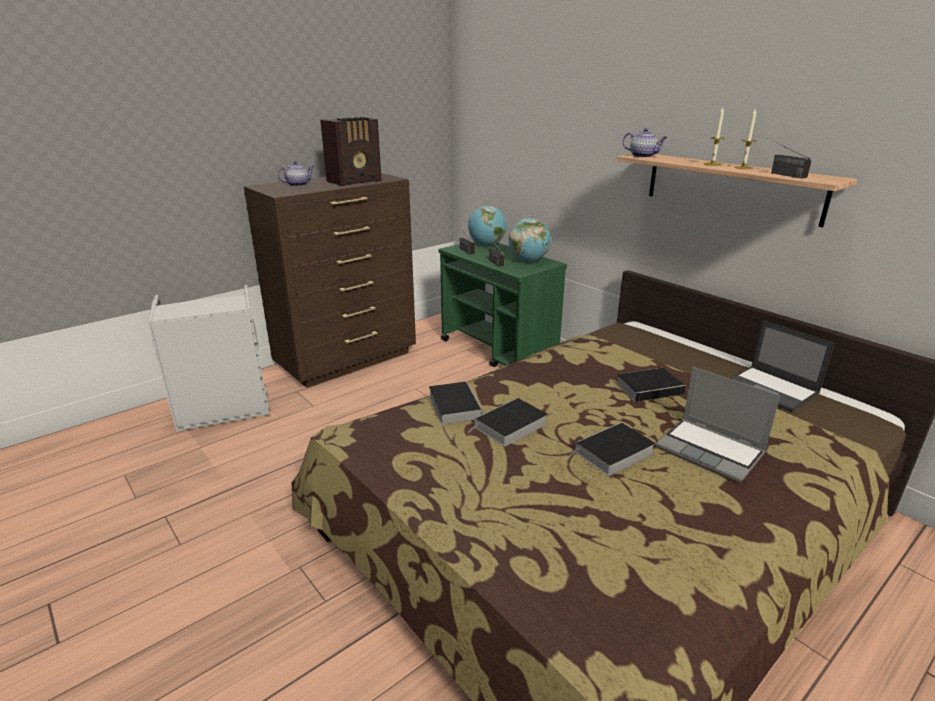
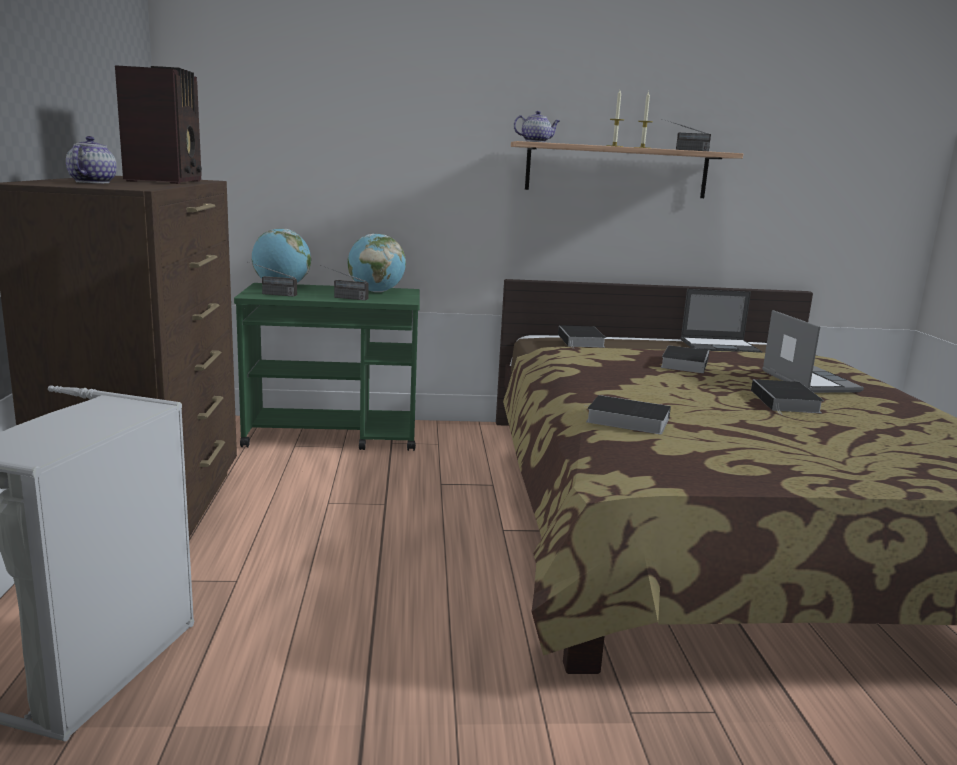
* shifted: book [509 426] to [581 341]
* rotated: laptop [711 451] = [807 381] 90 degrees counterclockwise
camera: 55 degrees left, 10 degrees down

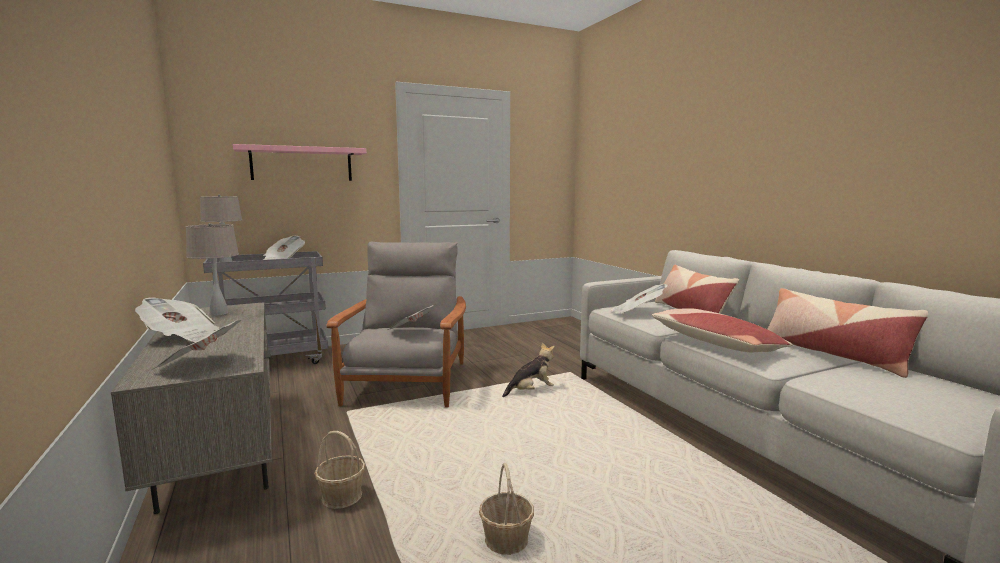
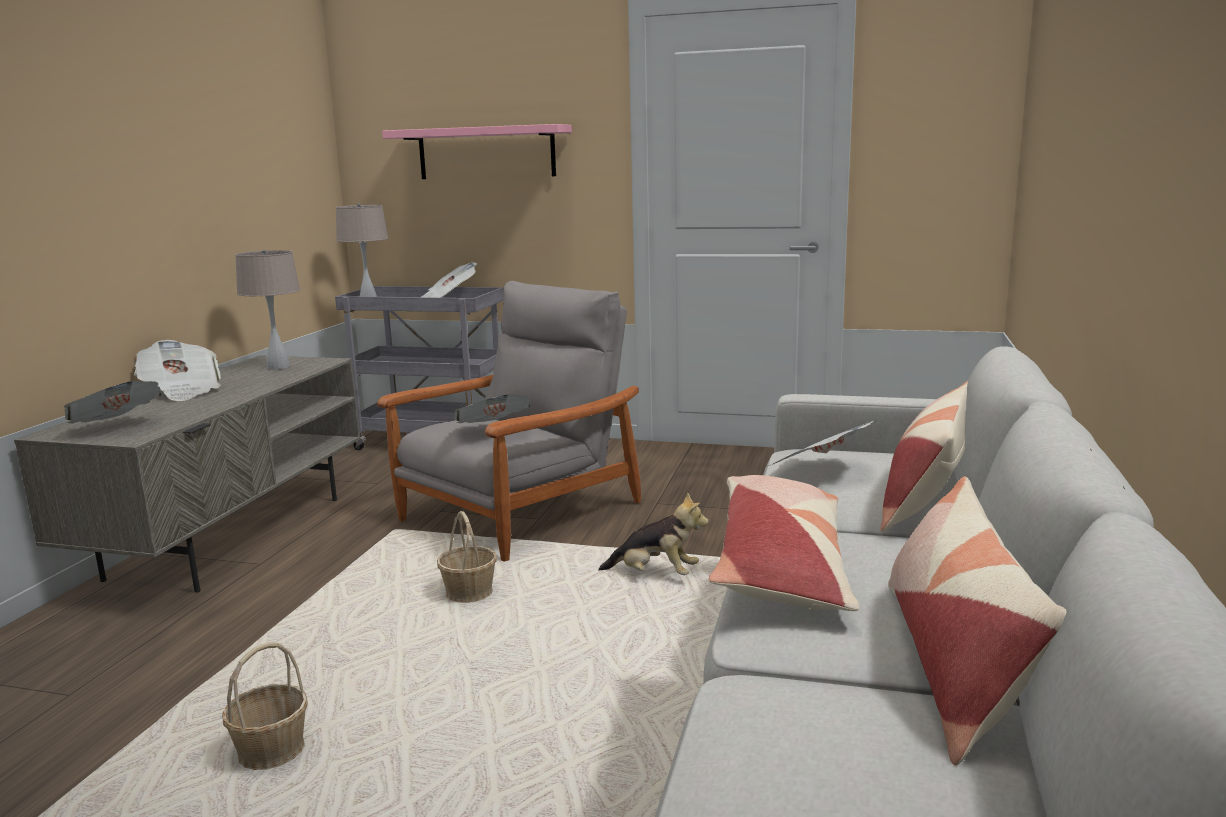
* shifted: basket [342 496] to [469 593]
camera: 40 degrees right, 5 degrees up

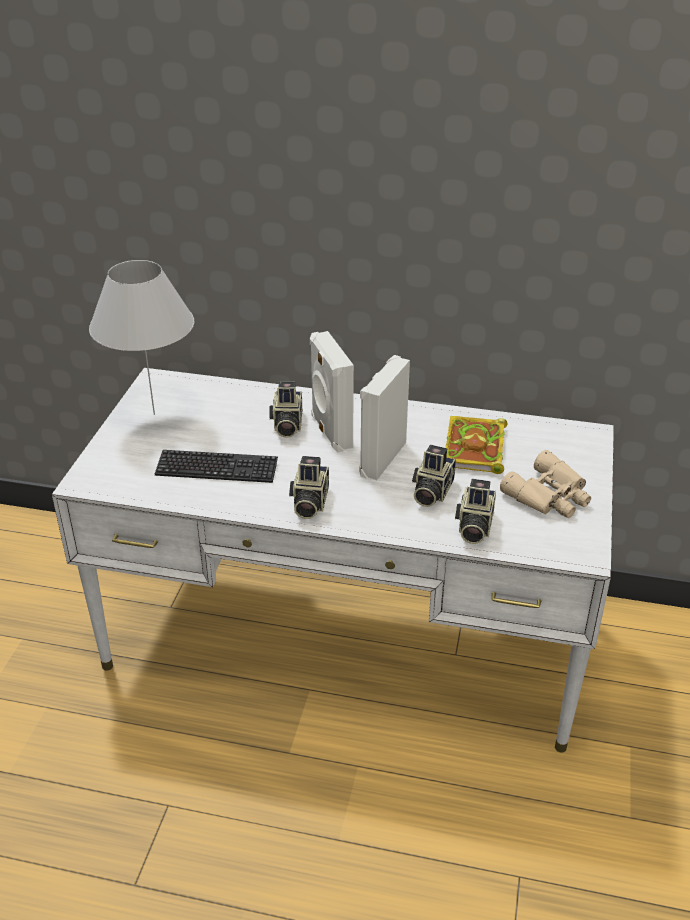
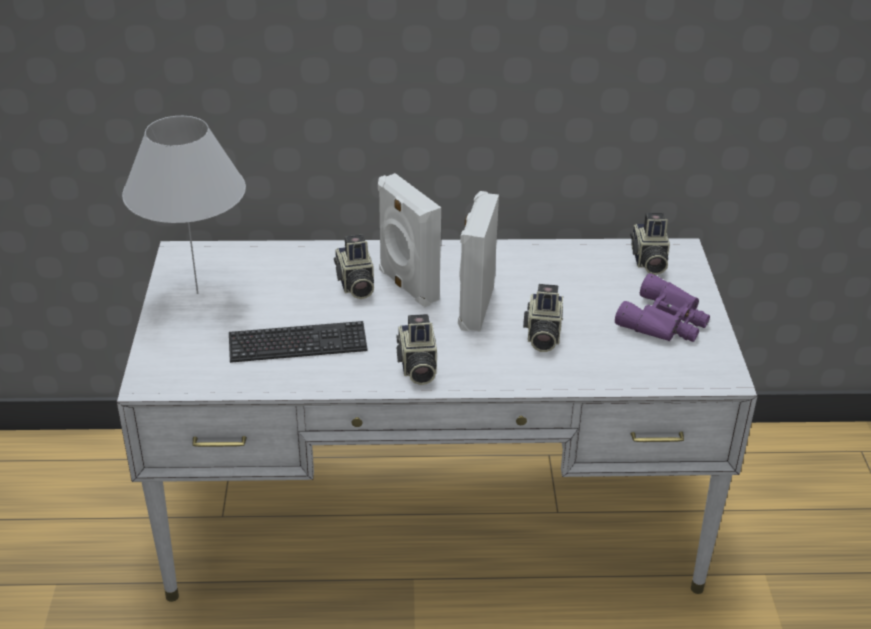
* gone: book [475 450]
* shifted: photo camera [473 527] to [648 261]
* repainted: beige binoculars [550 496] to purple binoculars [665 321]
camera: 15 degrees left, 0 degrees up

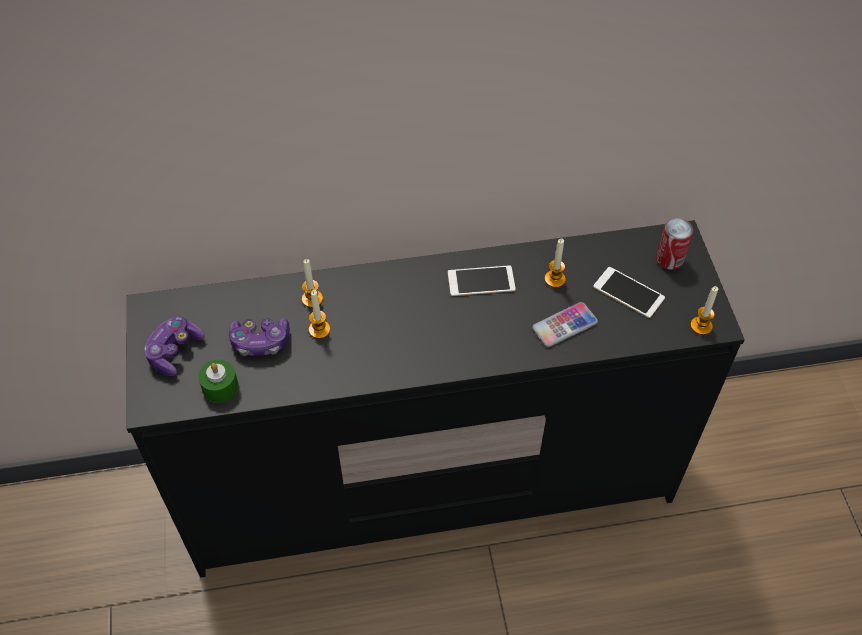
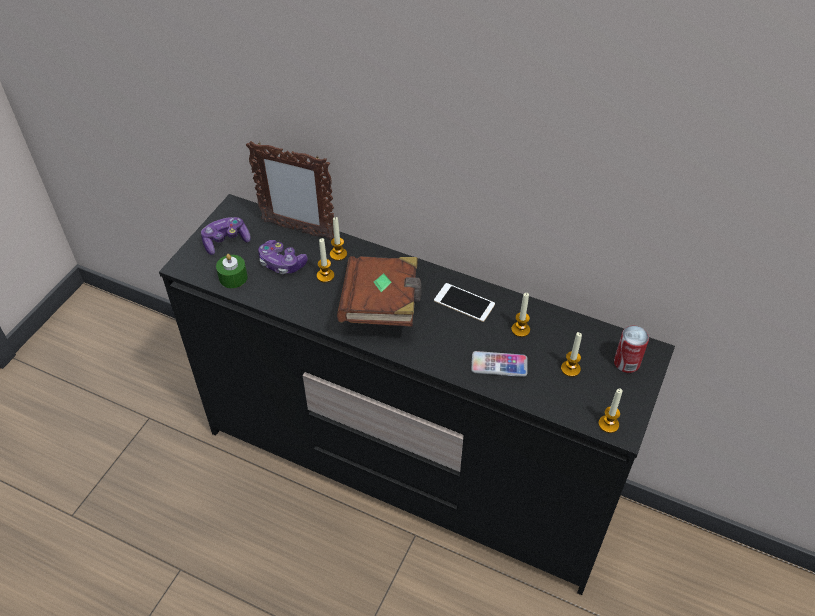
* new: picture frame [298 230]
* new: brown book [382 305]
* swapped: phone [628 292] to candle [570 369]
camera: 35 degrees right, 5 degrees down

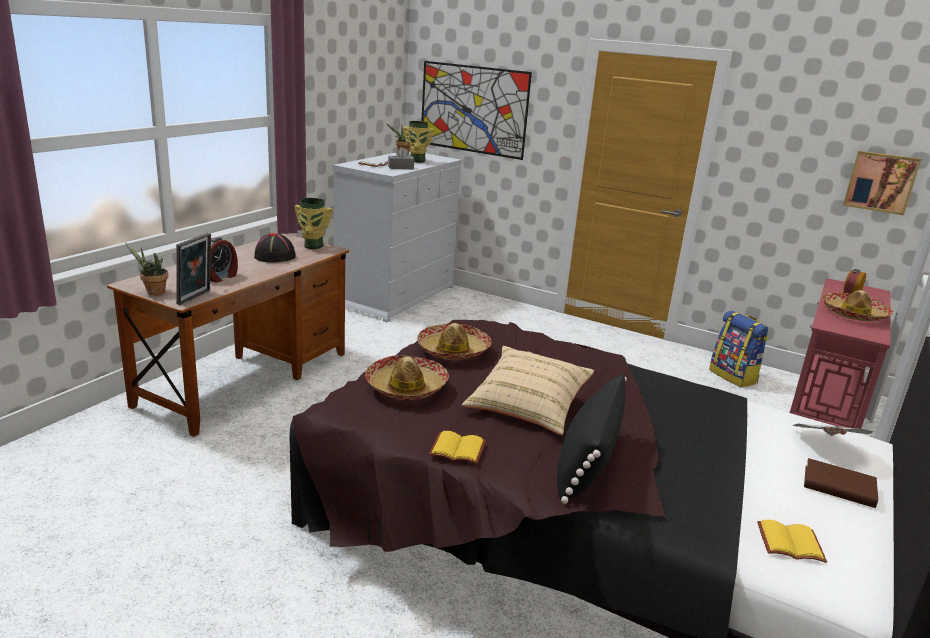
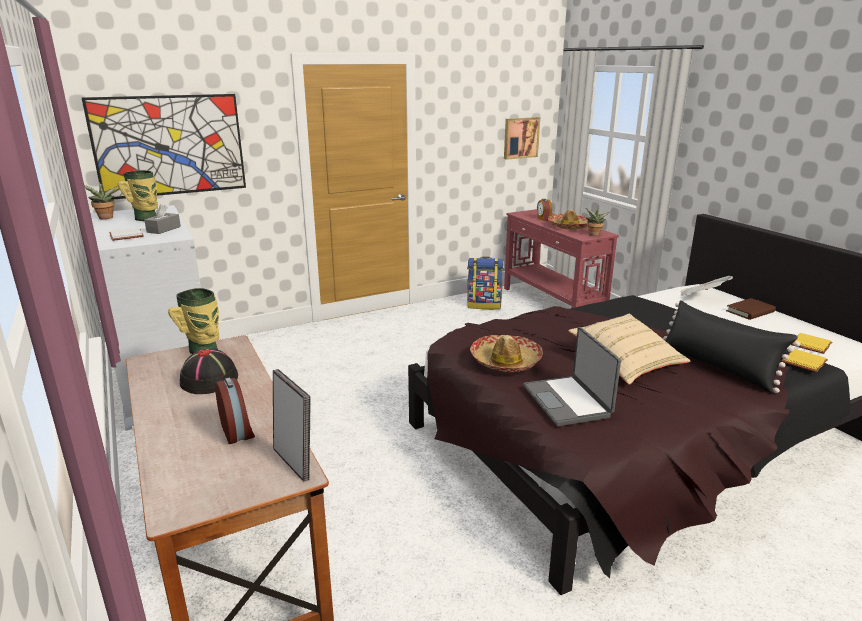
* shifted: potted plant [153 292] to [593 235]
* shifted: yellow book [458 448] to [803 361]
* swapped: hat [406 387] to laptop [568 401]
camera: 55 degrees left, 0 degrees up

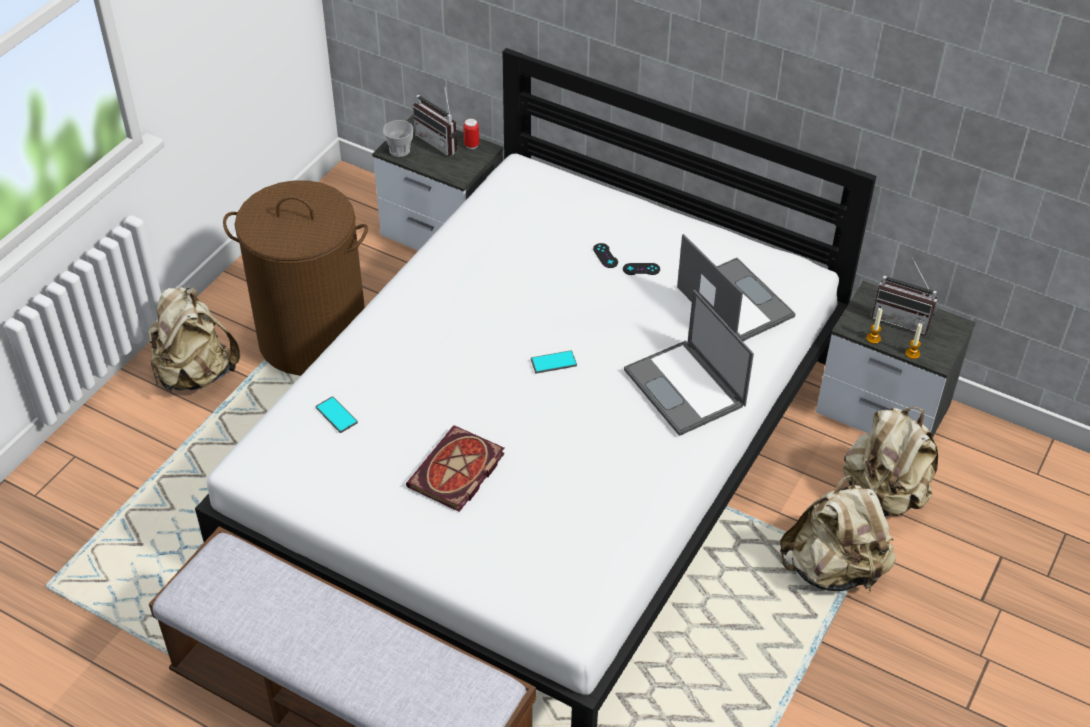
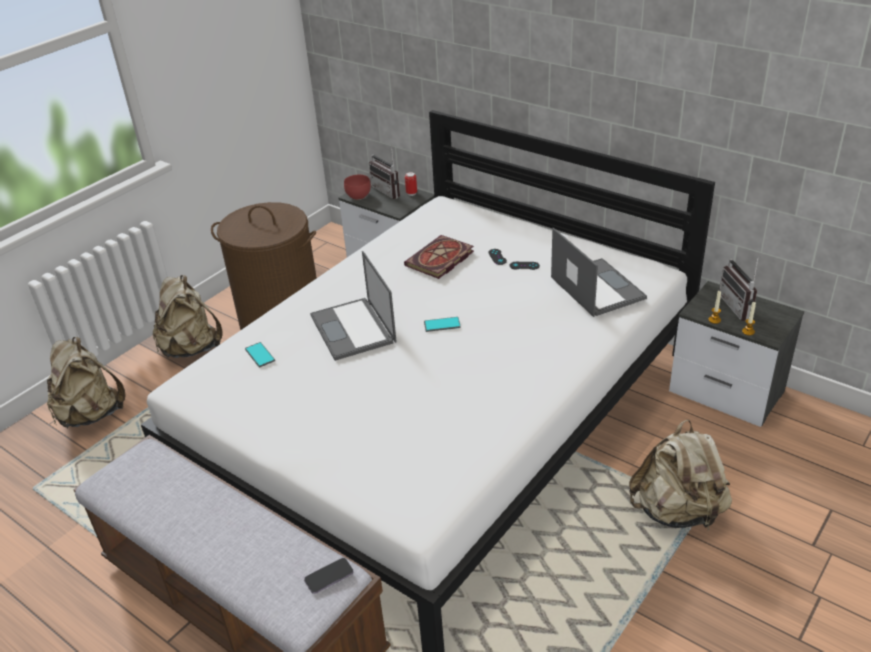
* new: phone [329 577]
* shifted: book [456 473] to [439 260]
* shifted: laptop [685 388] to [353 329]
* shifted: beige backpack [884 495] to [91 414]
* swapped: cup [399 150] to red bowl [358 196]
* rotated: radio [902 319] = [740 307] 45 degrees clockwise
camera: 10 degrees right, 10 degrees down

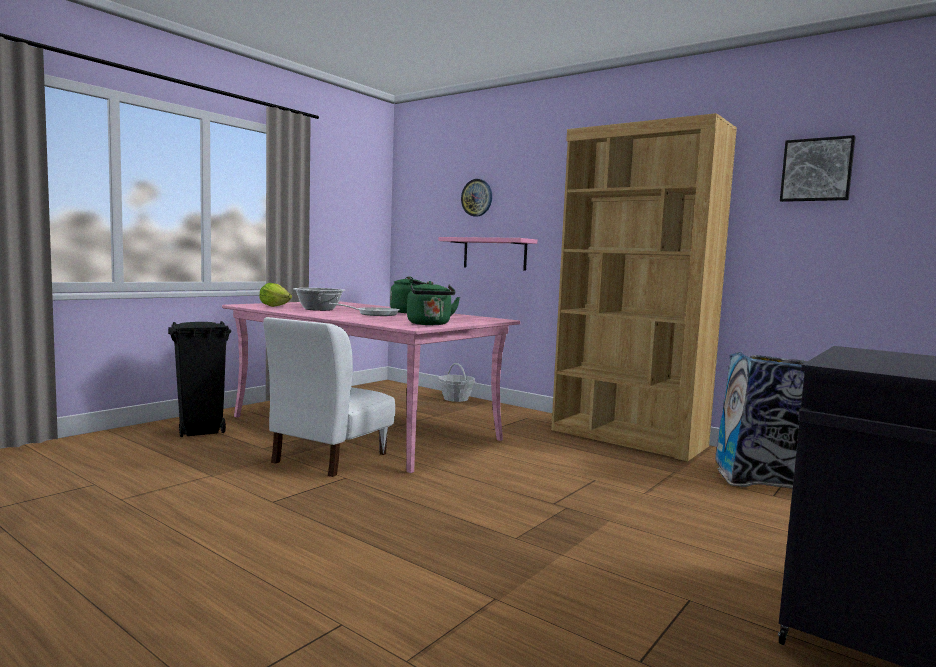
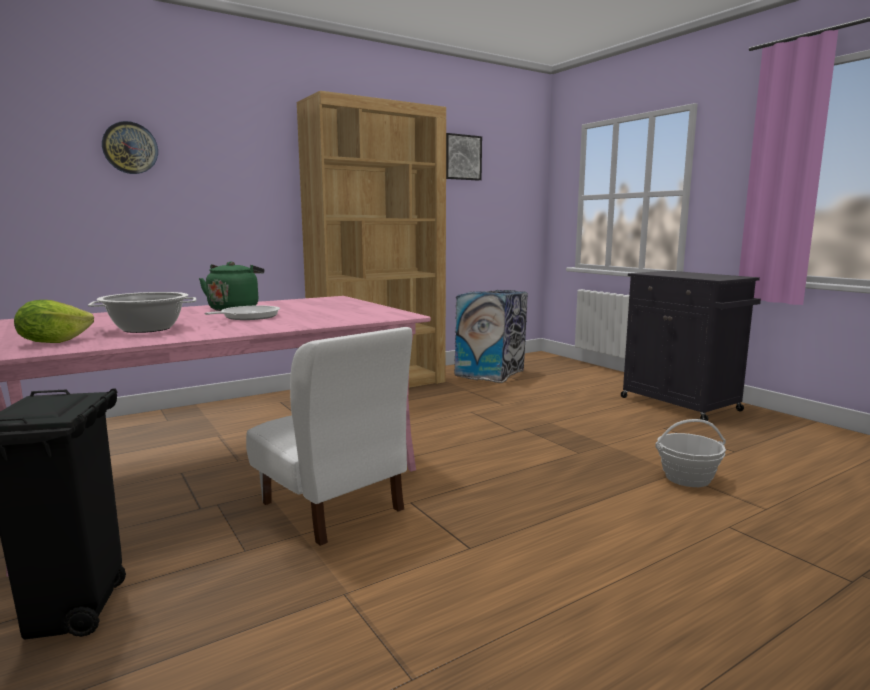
* gone: green kettle [430 324]
* gone: pink shelf [494 254]
* shifted: basket [456 398] to [687 478]
camera: 70 degrees left, 5 degrees up

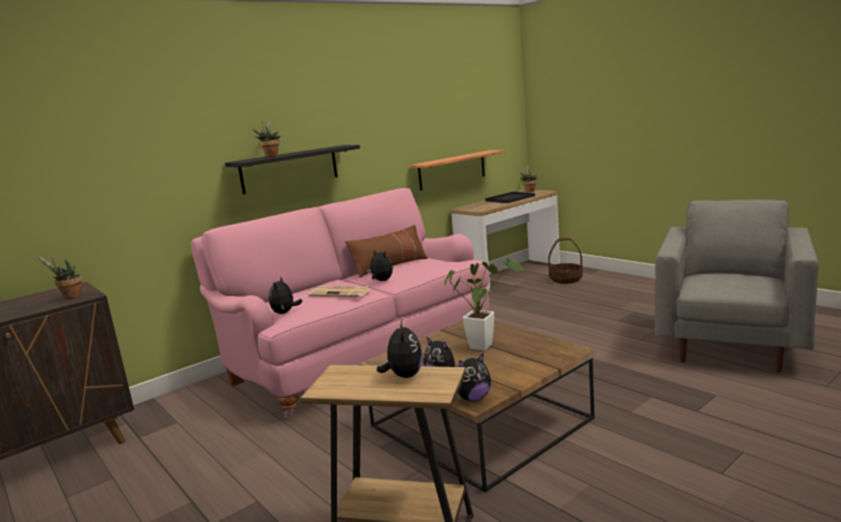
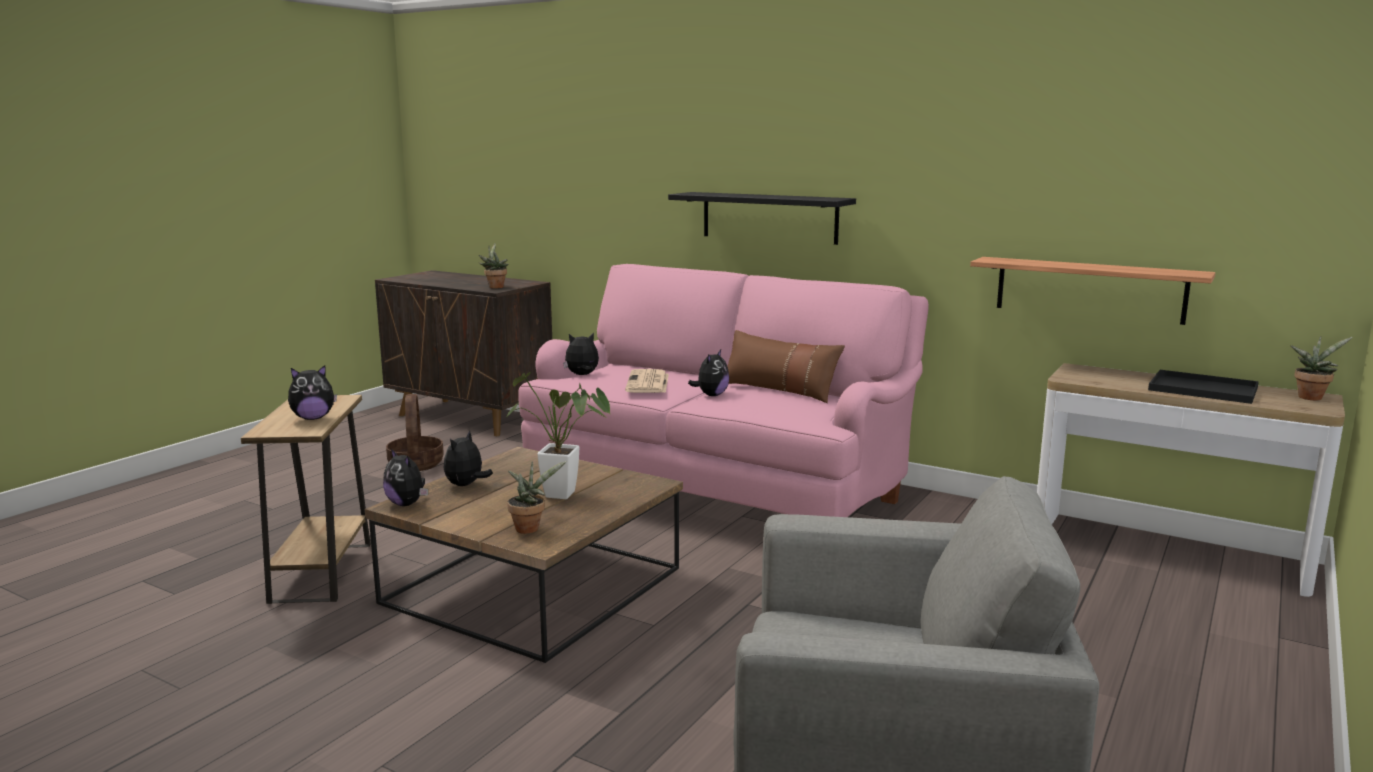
* shifted: potted plant [271 156] to [530 528]
* shifted: basket [566 279] to [416 464]
camera: 70 degrees right, 0 degrees up

